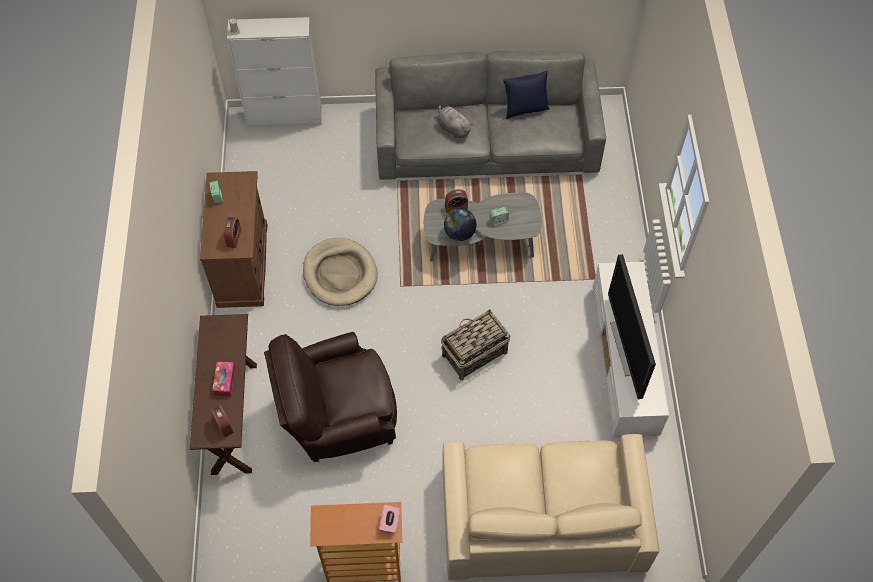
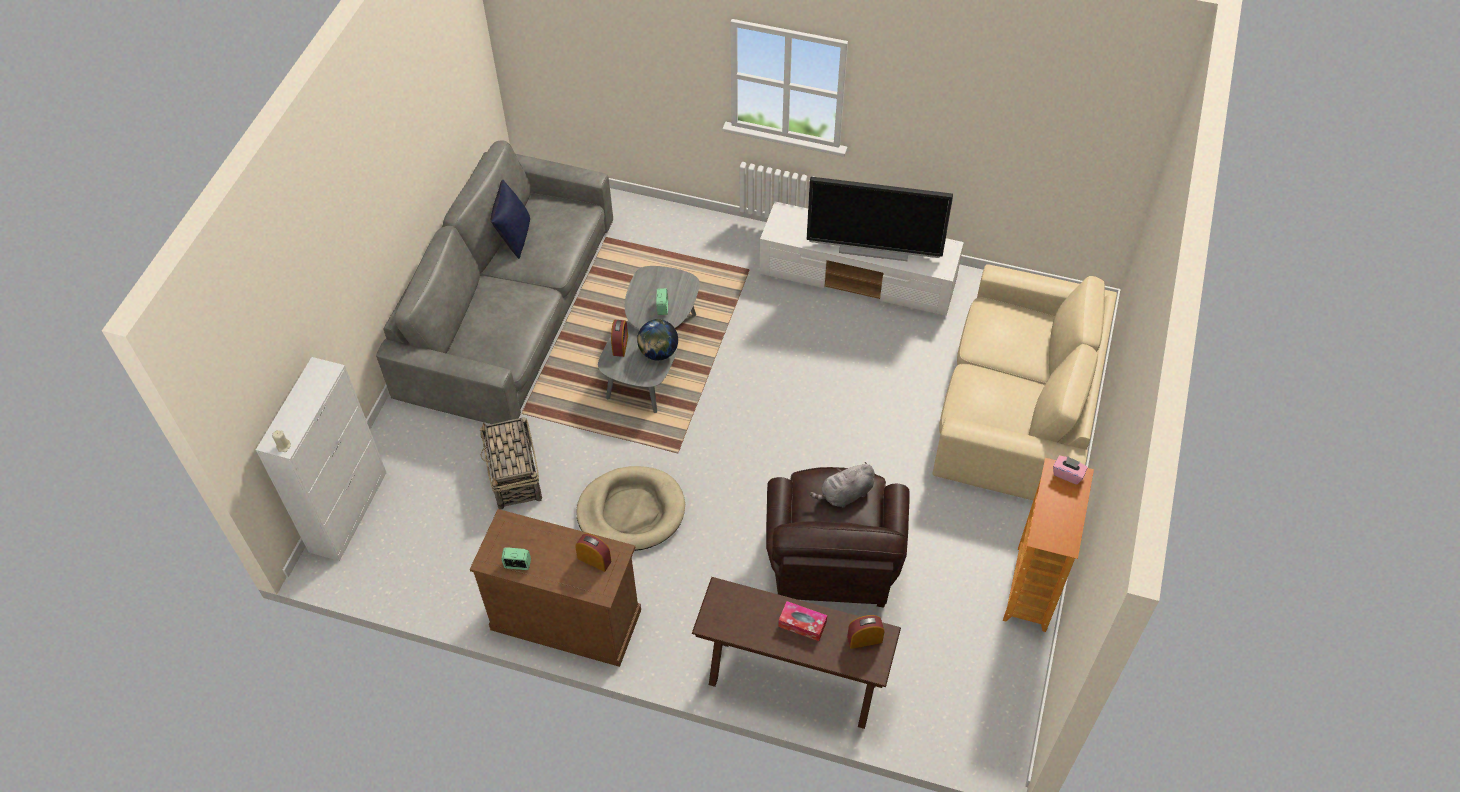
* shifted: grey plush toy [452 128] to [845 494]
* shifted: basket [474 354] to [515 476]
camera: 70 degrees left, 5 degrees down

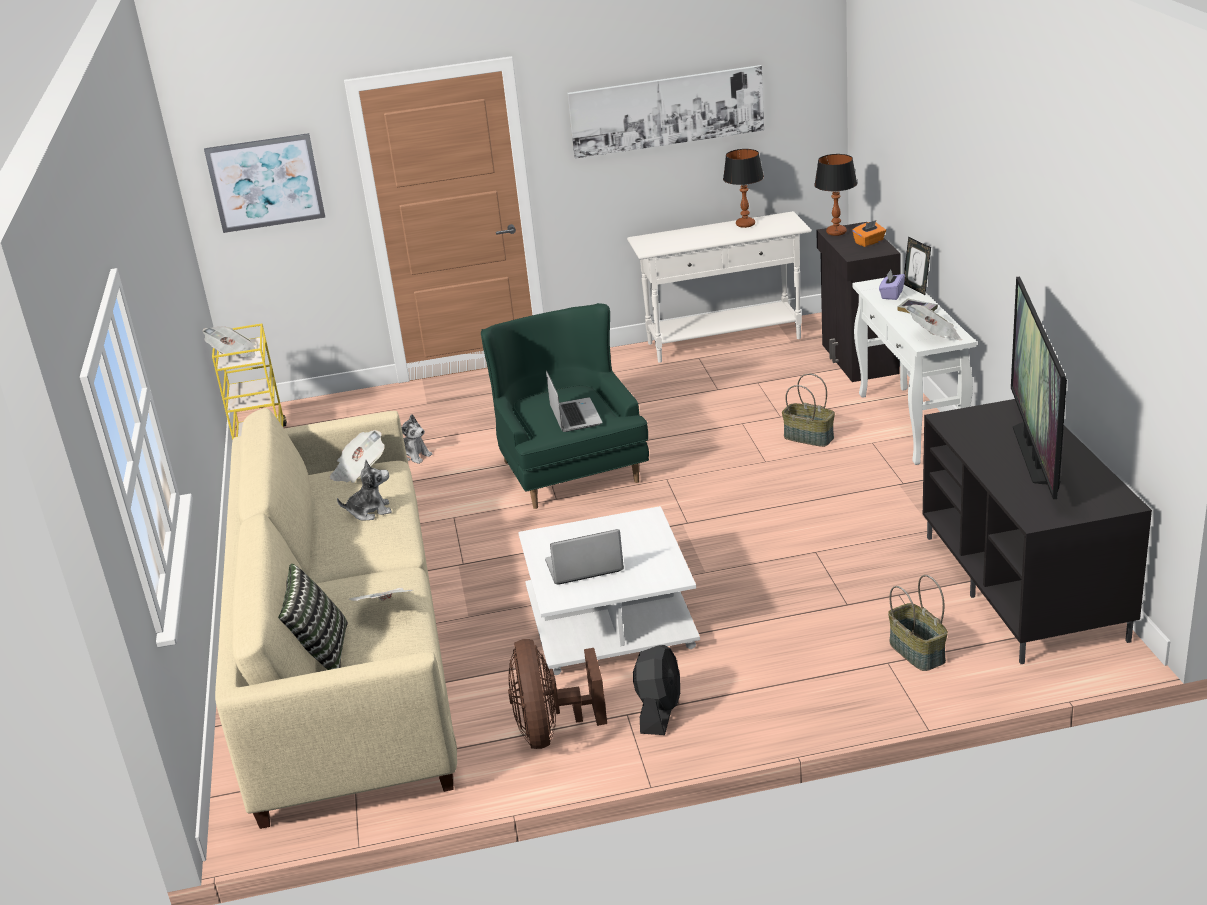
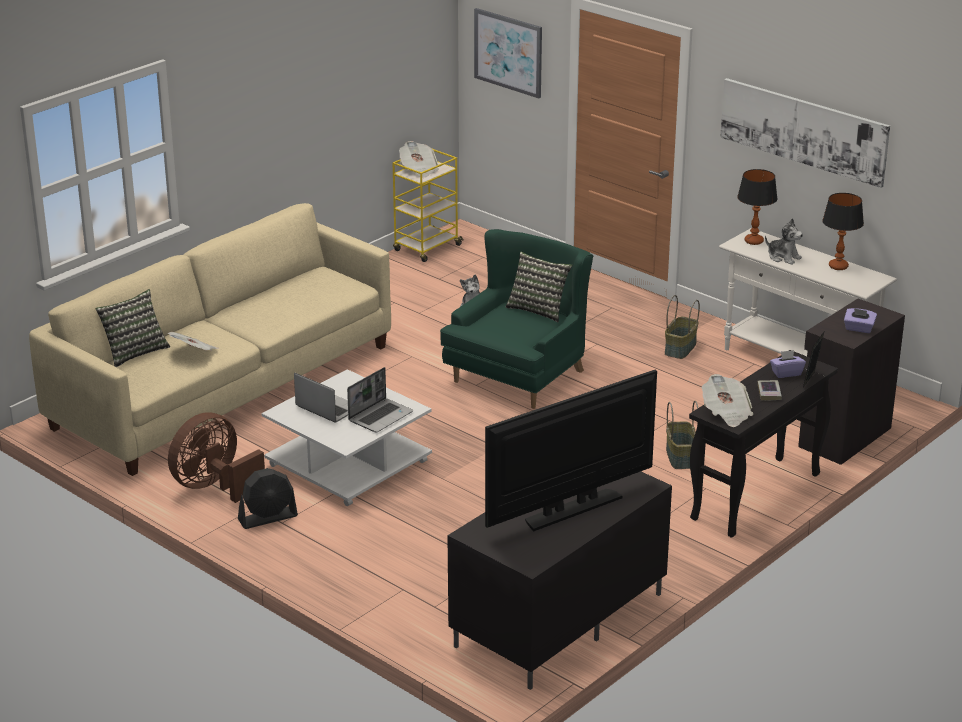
* gone: newspaper [359 471]
* new: pillow [538 309]
* shifted: plush toy [370 511] to [783 257]
* shifted: laptop [574 416] to [380 416]
* shifted: table lamp [836 232] to [754 241]
* shifted: basket [918 652] to [681 349]
* repainted: orange tissue box [869 242] to purple tissue box [859 329]
* repainted: white console table [911 425] to black console table [755 497]
camera: 50 degrees right, 0 degrees up

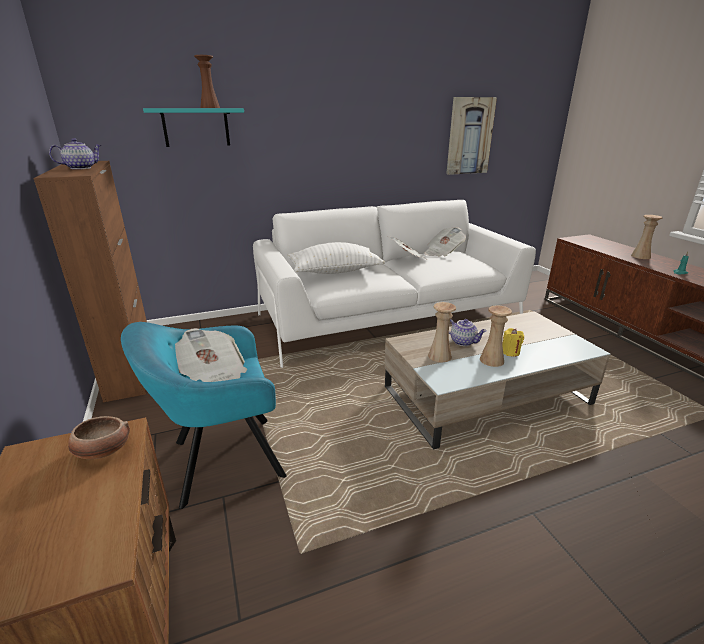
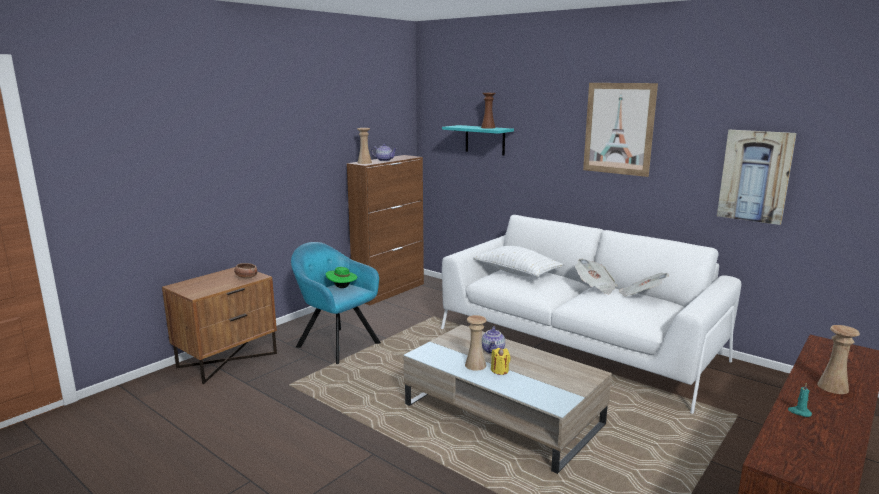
* new: picture [619 128]
* shifted: beige vase [439 356] to [364 162]
* swapped: newspaper [213 375] to green hat [342 287]
camera: 60 degrees right, 10 degrees down

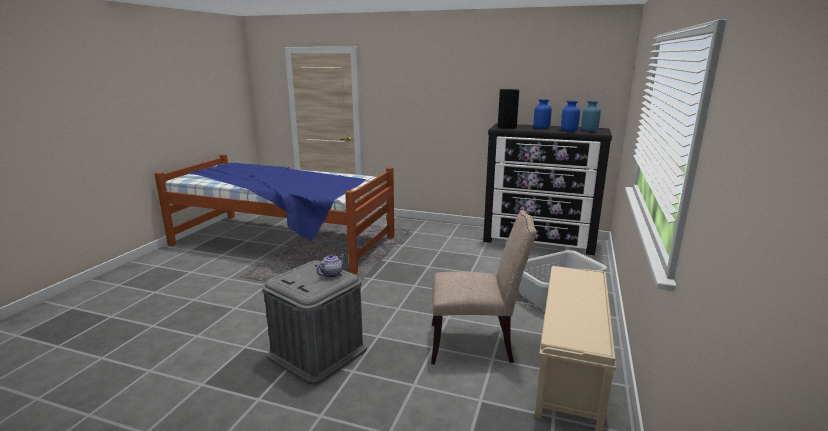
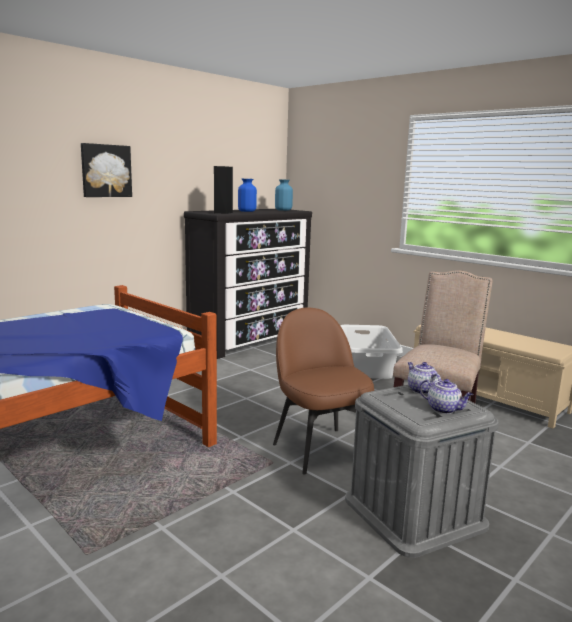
* gone: blue vase [569 130]
* new: picture [106 171]
* new: brown chair [320 448]
* new: teapot [444 409]
camera: 65 degrees left, 5 degrees down

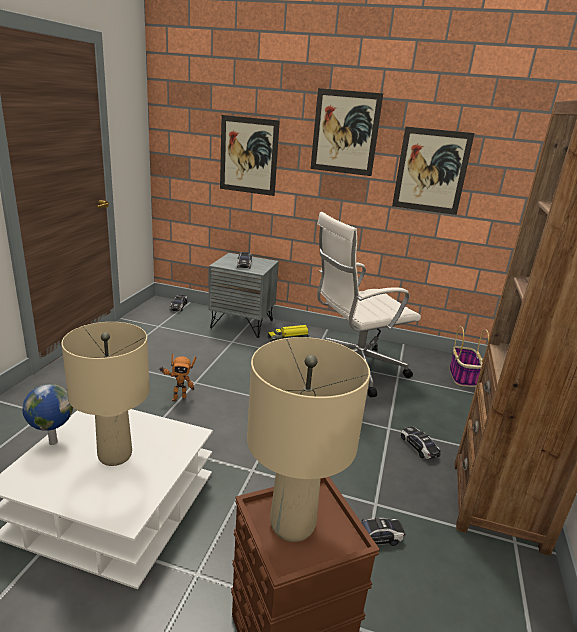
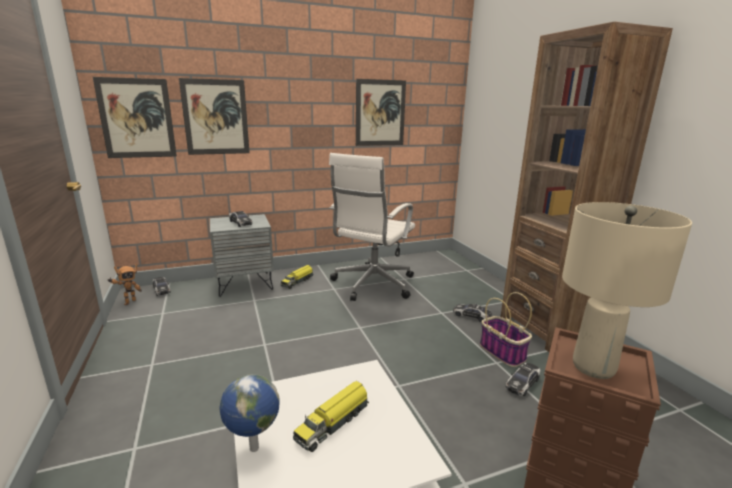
* shifted: toy robot [178 398] to [128 302]
* shifted: picture [345 132] to [137 118]
* shifted: basket [462 376] to [503 352]
* swapped: beige table lamp [115 456] to toy truck [333 422]
camera: 35 degrees left, 5 degrees down

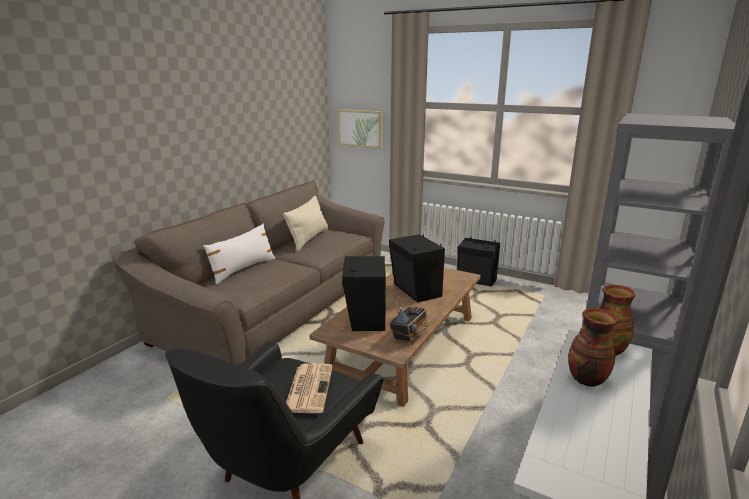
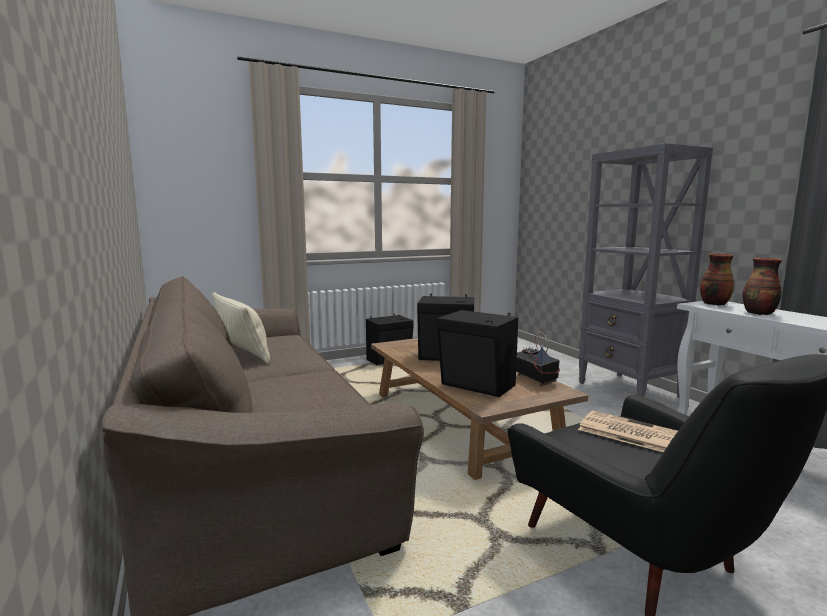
* gone: white pillow [243 269]
* gone: picture [360 128]
camera: 55 degrees left, 10 degrees down

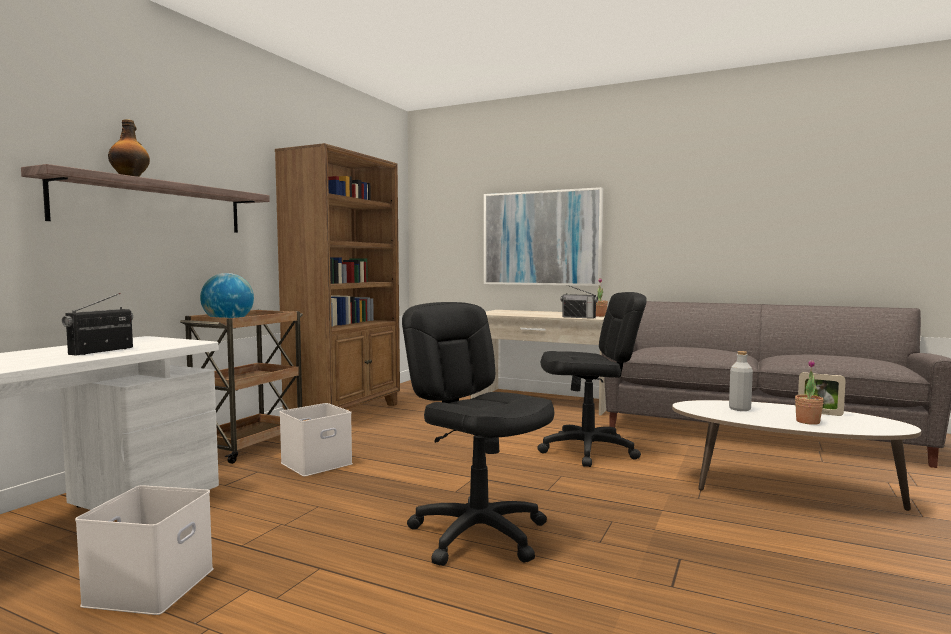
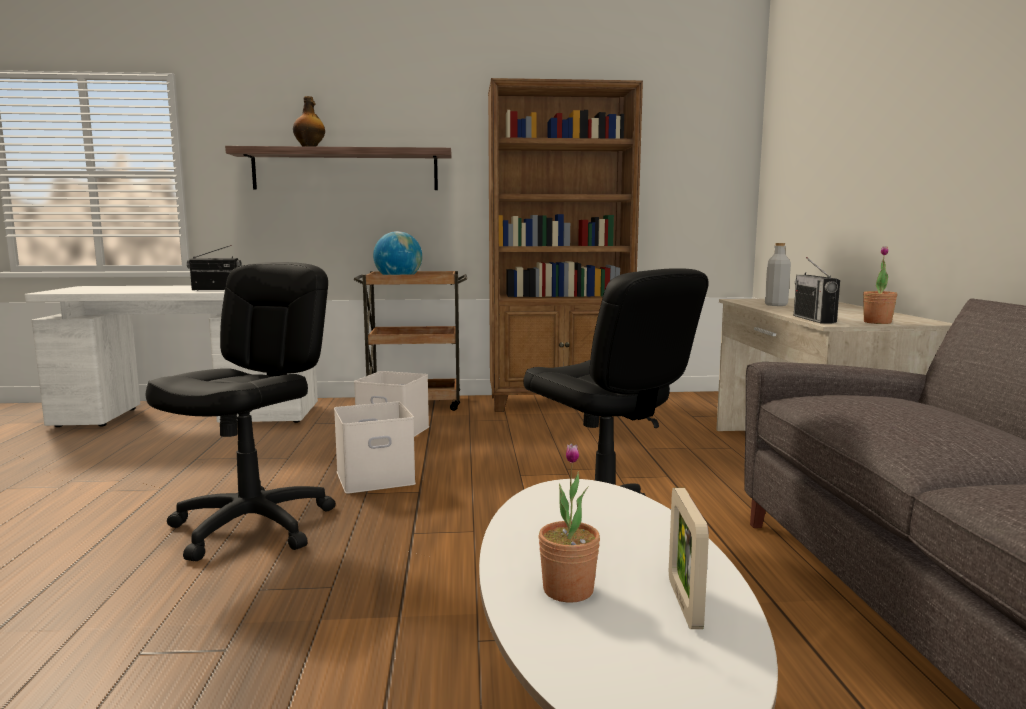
* gone: picture [542 238]
* shifted: white storage box [150 585] to [376 477]
* shifted: grey bottle [739 409] to [776 305]
camera: 60 degrees right, 5 degrees up

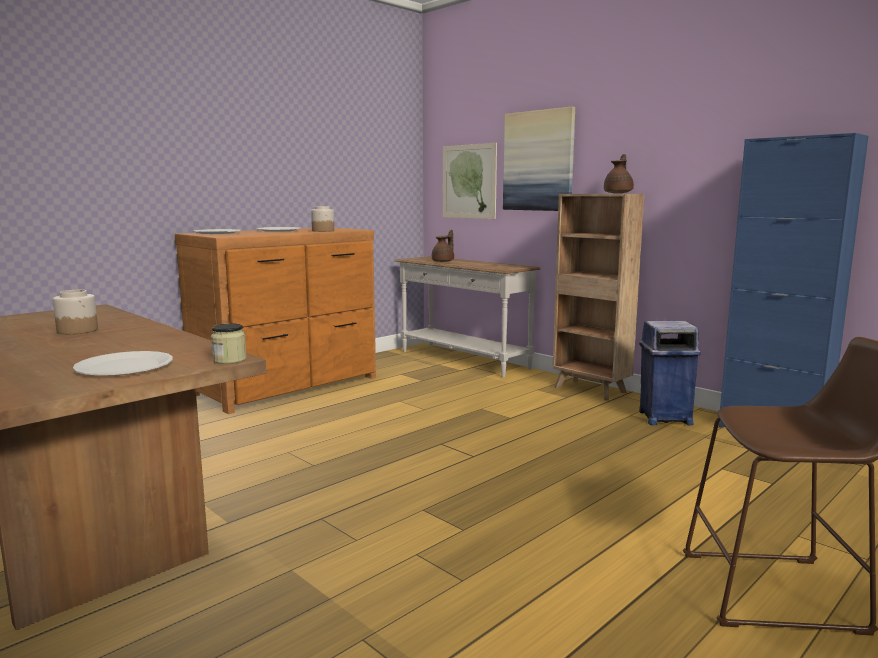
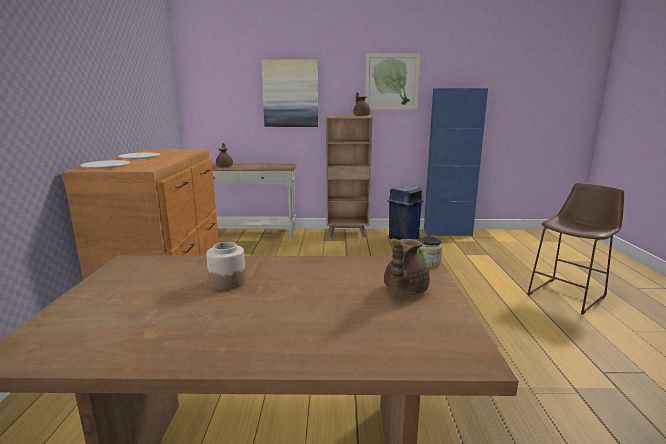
* gone: jar [322 231]
* shifted: picture [469 181] to [392 81]
* swapped: white plate [124 366] to brown teapot [404 290]
camera: 45 degrees left, 5 degrees up

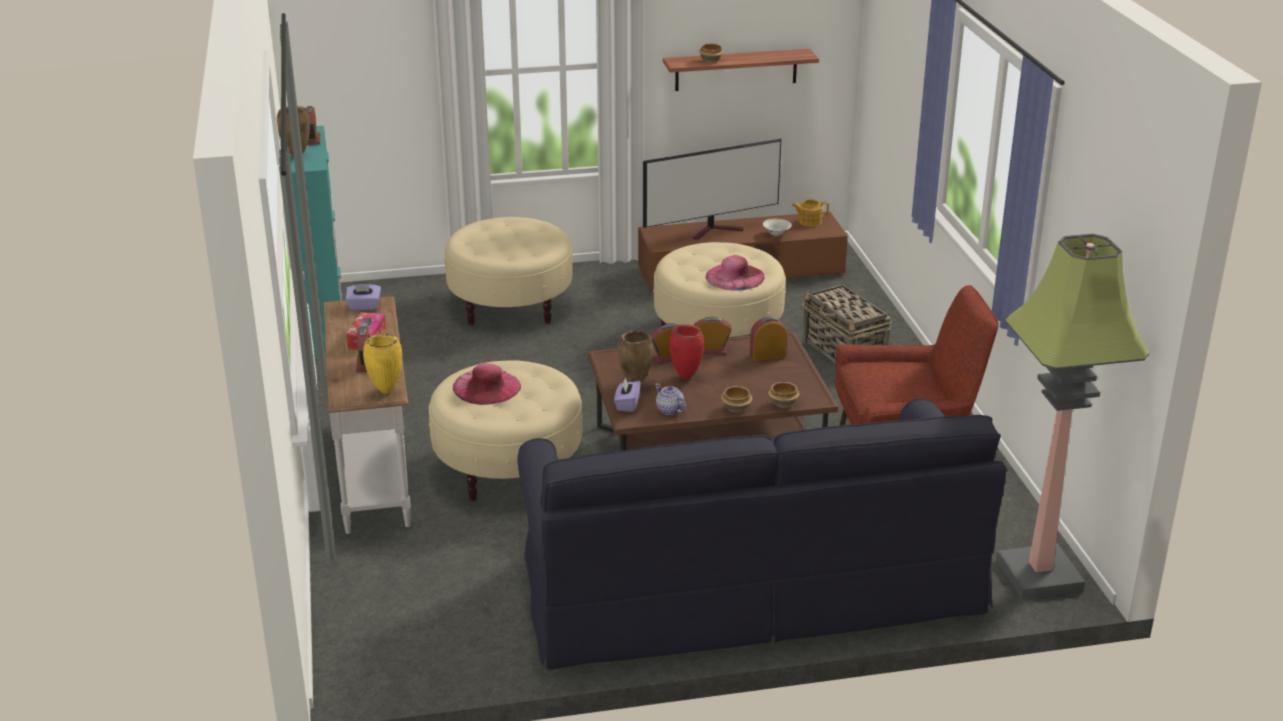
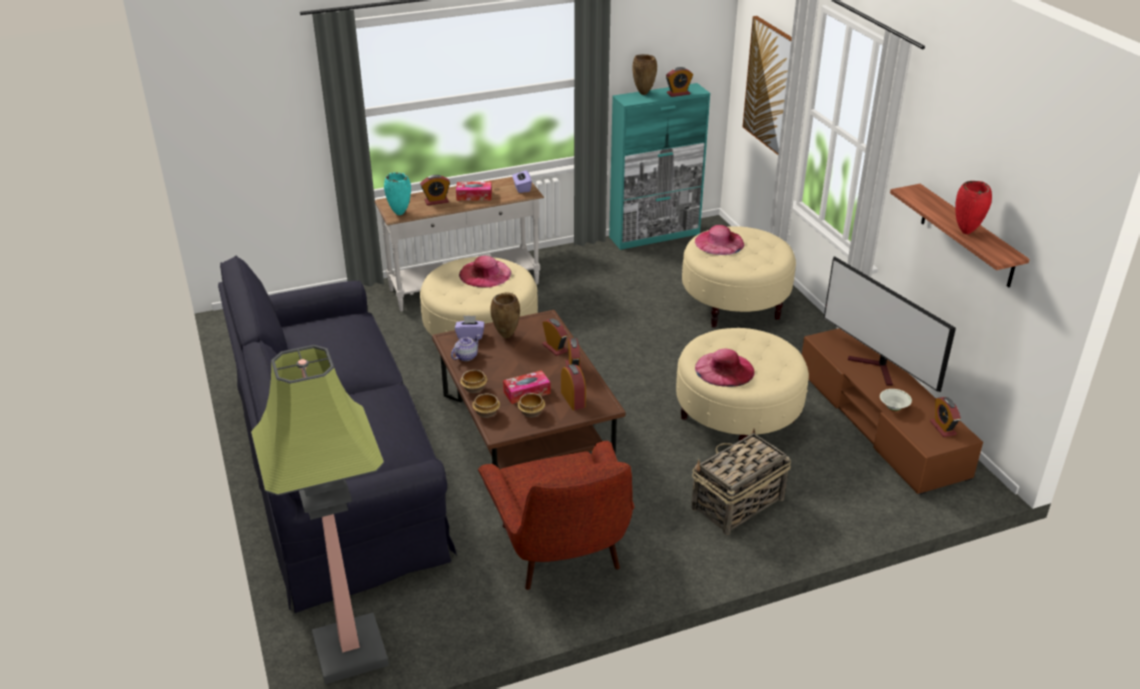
* new: tissue box [526 392]
* new: pink hat [719 242]
* new: picture [770 86]
* shifted: red vase [686 377] to [966 232]
* shifted: bowl [710 60] to [532 412]
* swapped: teapot [809 221] to alarm clock [943 428]
* repainted: yellow vase [386 391] to turquoise vase [400 213]
camera: 80 degrees right, 5 degrees up

